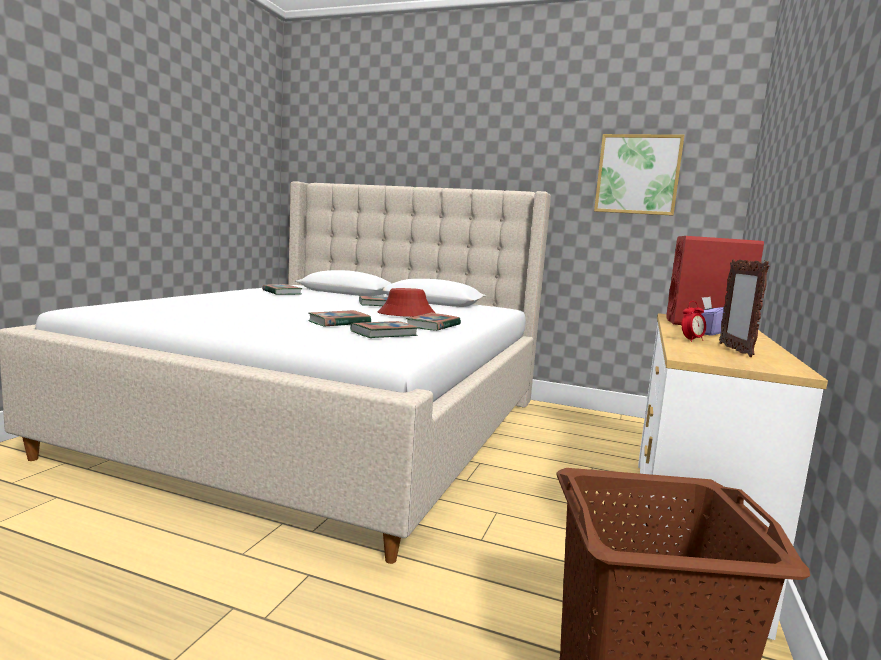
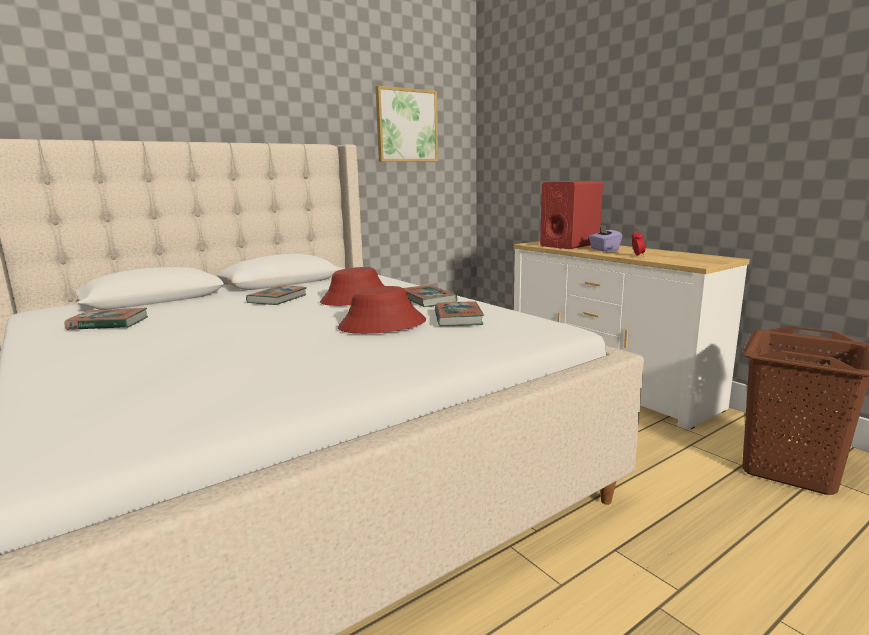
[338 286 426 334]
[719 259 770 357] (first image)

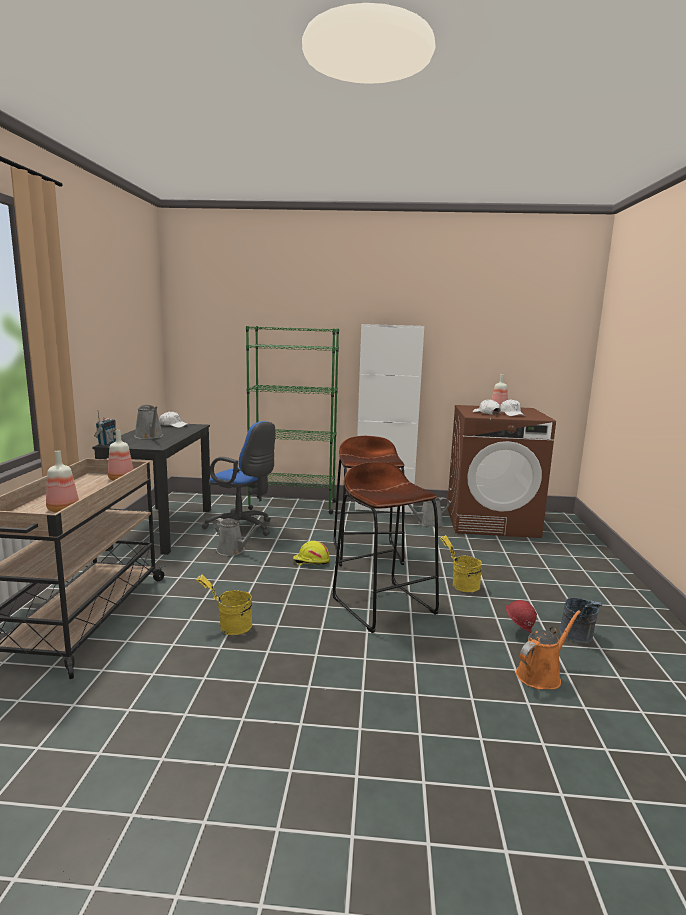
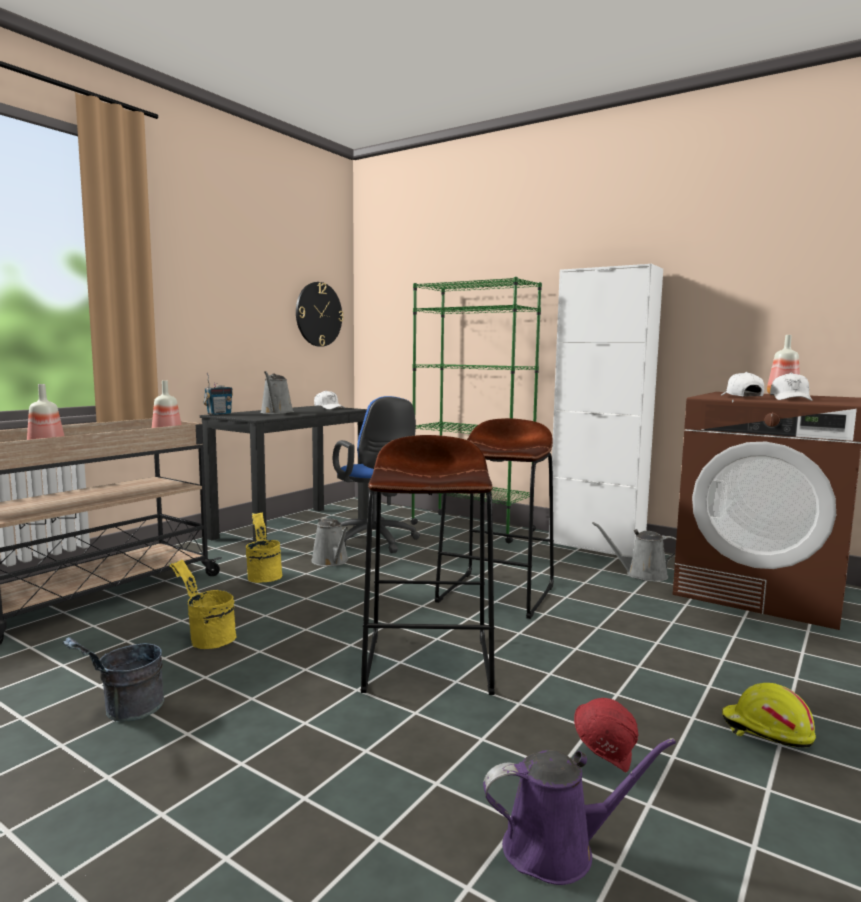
[63 637 164 722]
[245 513 283 583]
[296 282 344 347]
[483 738 676 885]
[722 683 816 748]

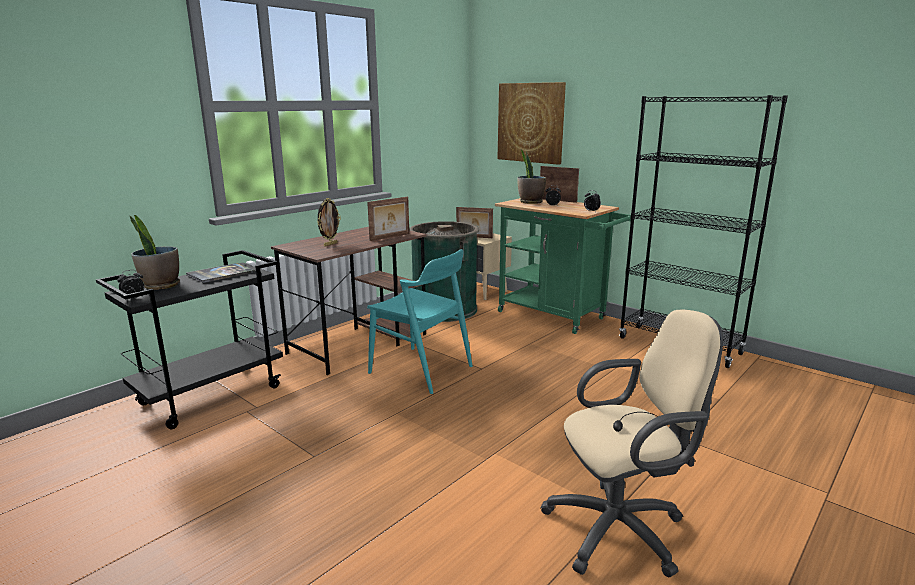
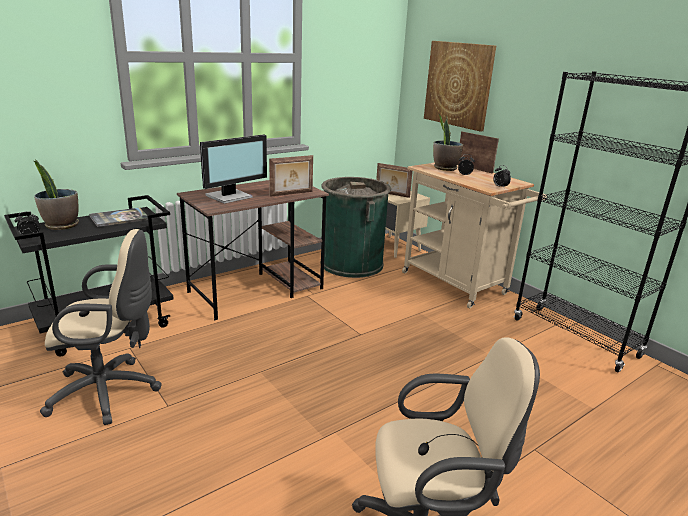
[40 229 162 425]
[200 134 267 204]
[402 163 547 308]
[367 249 473 394] (first image)

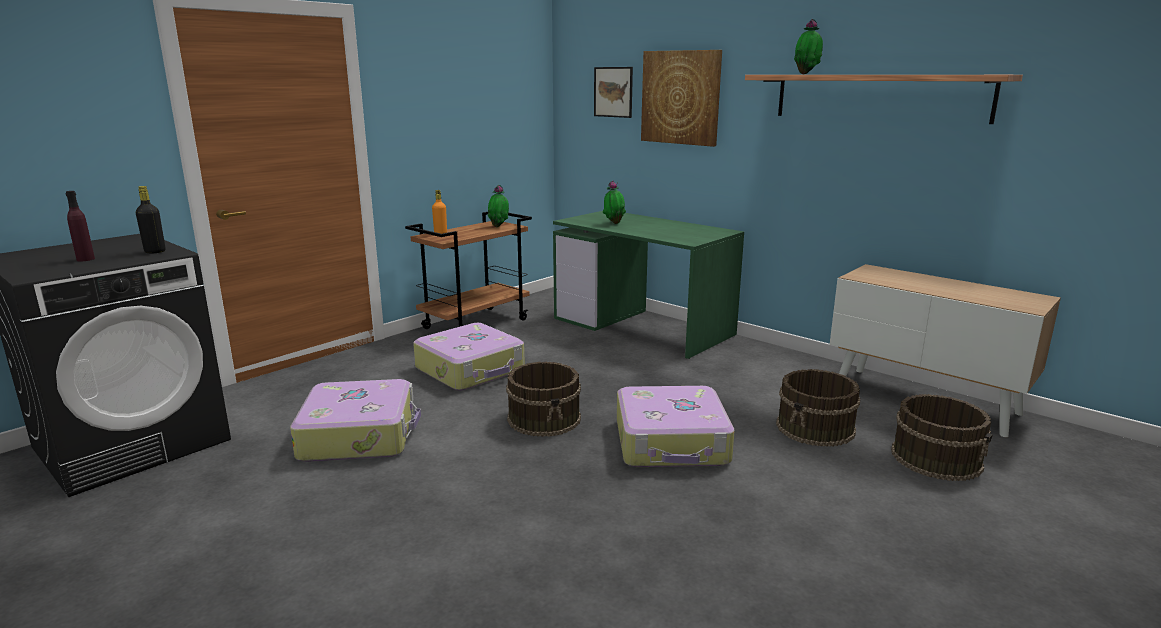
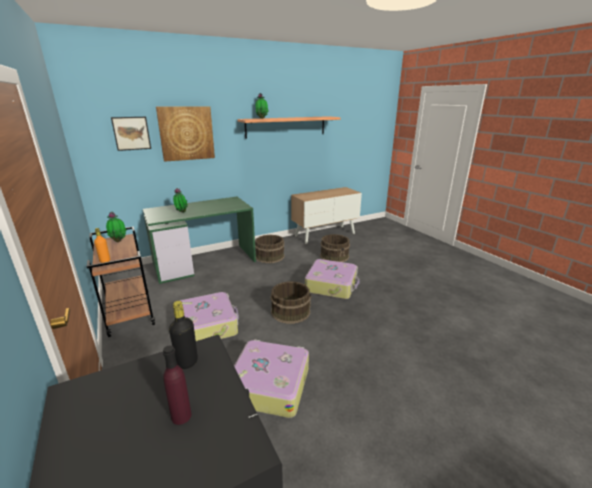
[255 235 285 263]

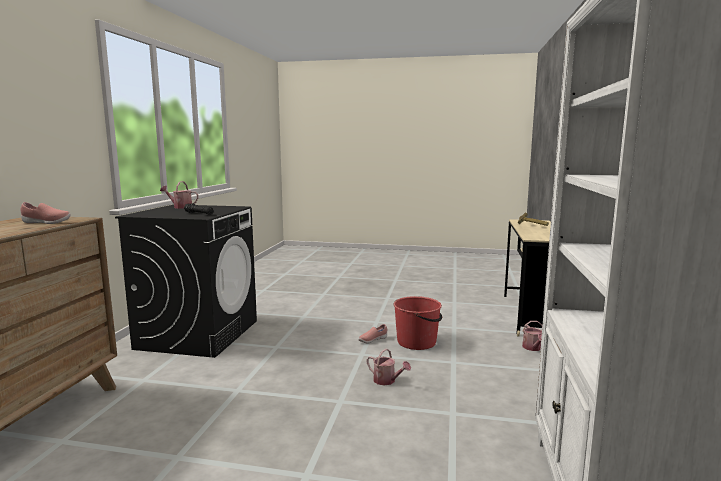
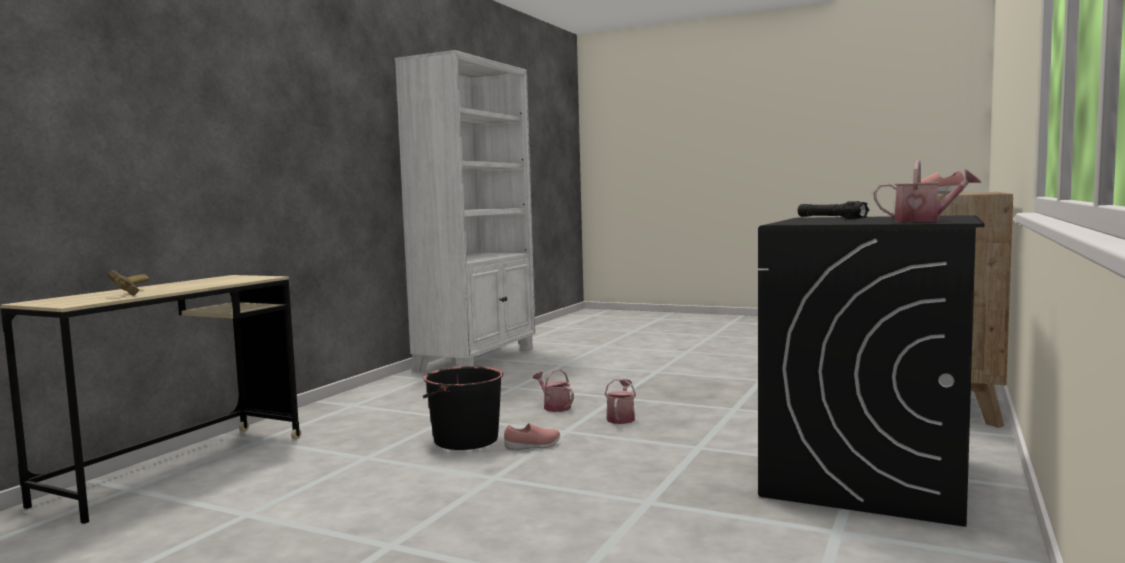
[423 366 503 450]
[604 379 636 424]

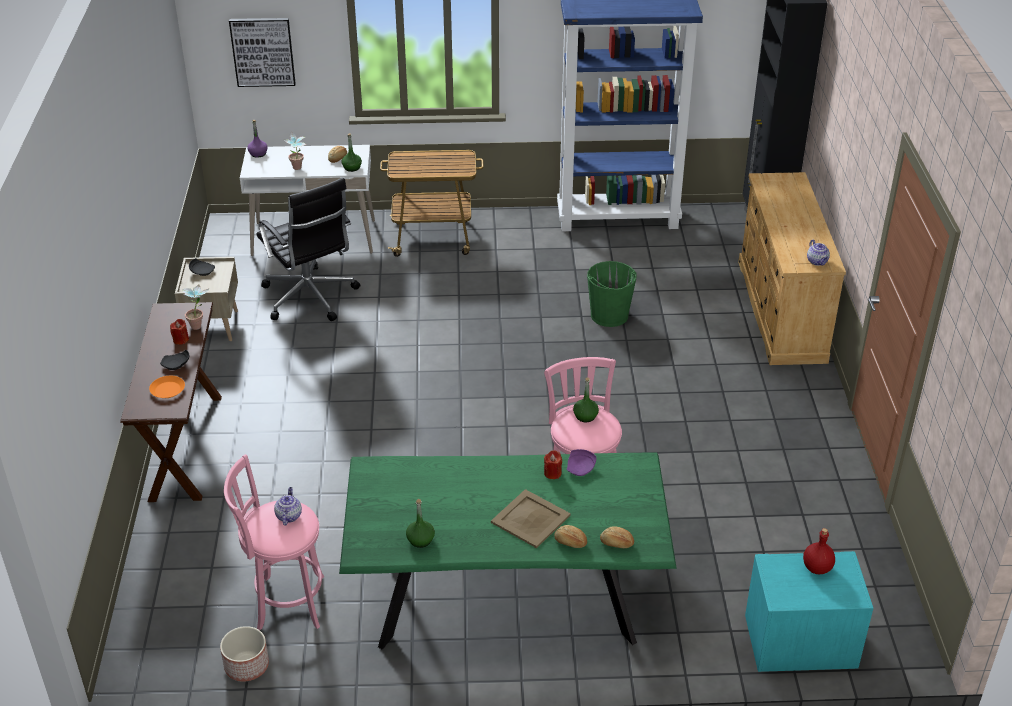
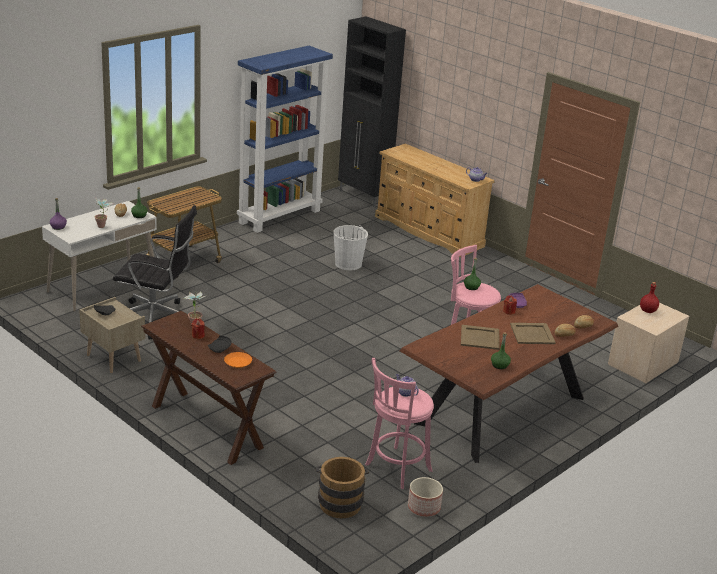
[315 457 369 518]
[334 225 368 271]
[399 284 618 463]
[461 325 500 350]
[608 303 689 383]
[229 18 296 87] (first image)

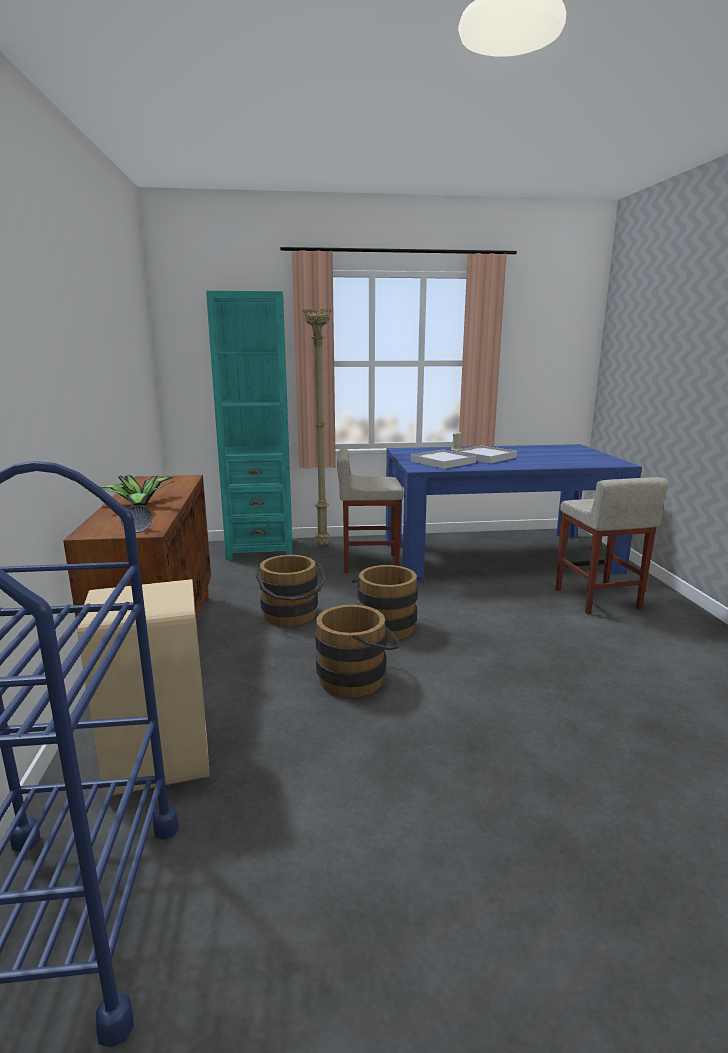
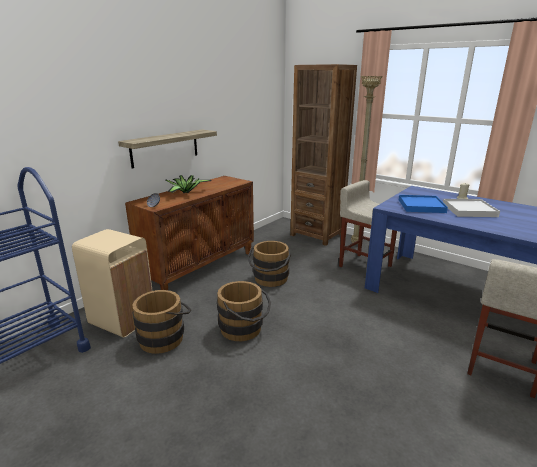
[118 130 217 169]
[132 290 192 354]
[290 64 357 246]
[399 195 448 213]

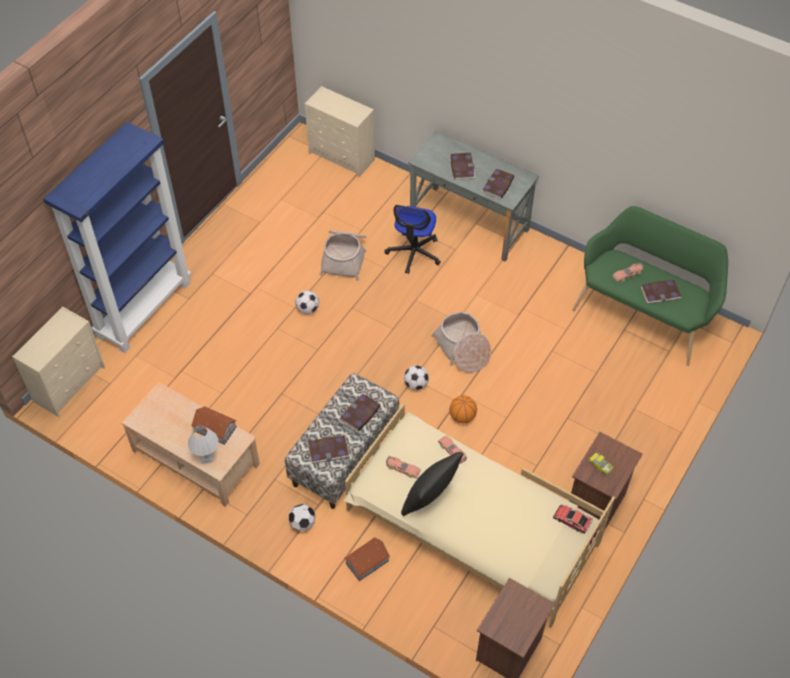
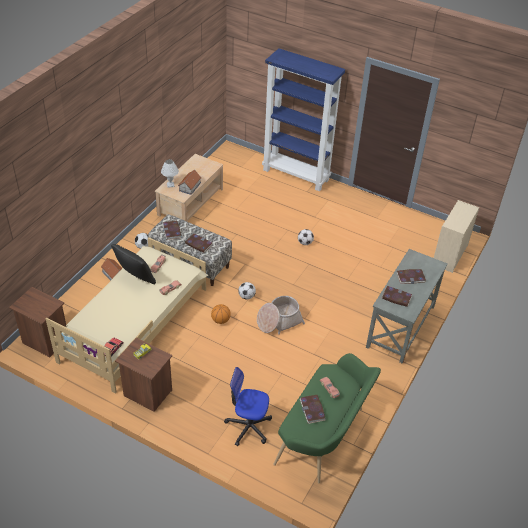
[224 367 272 446]
[12 306 105 417] (first image)
[319 231 366 281] (first image)

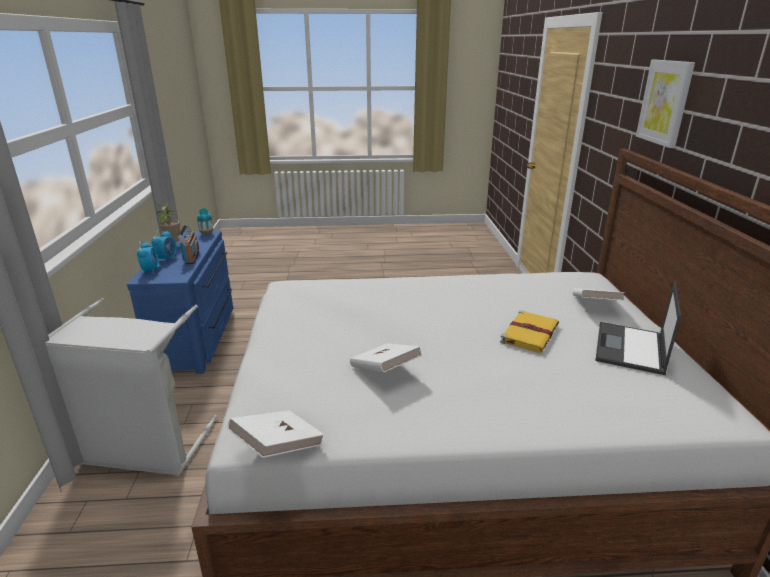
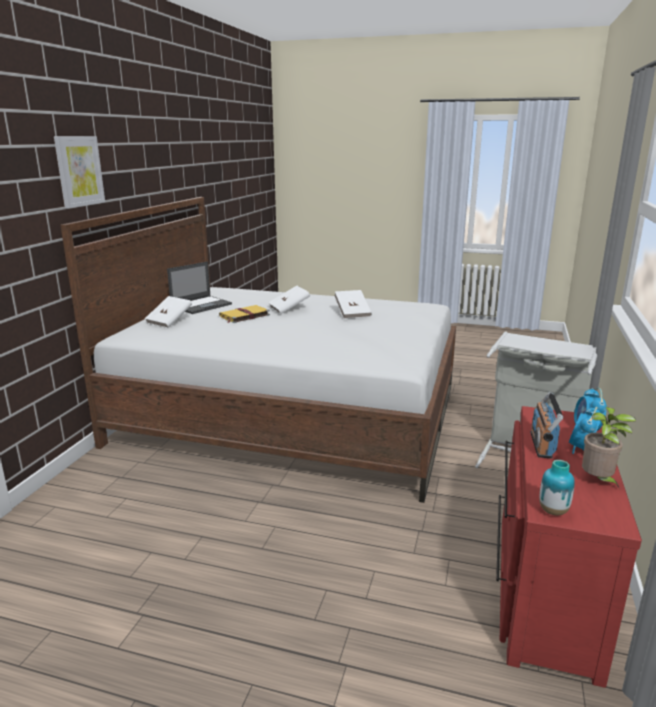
[268 286 310 314]
[496 406 642 688]

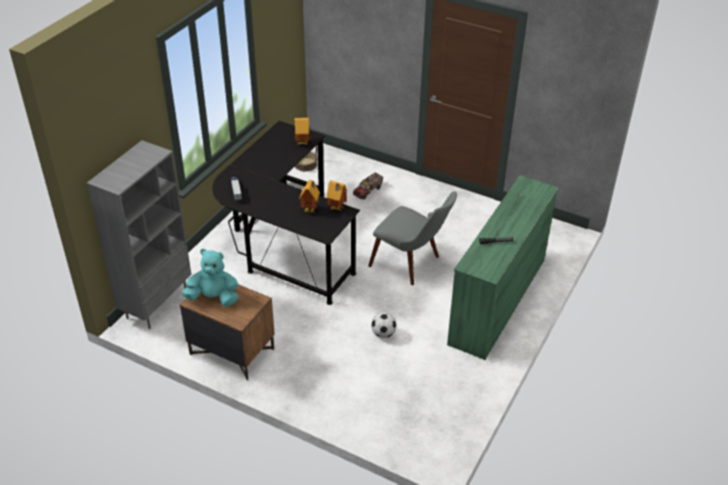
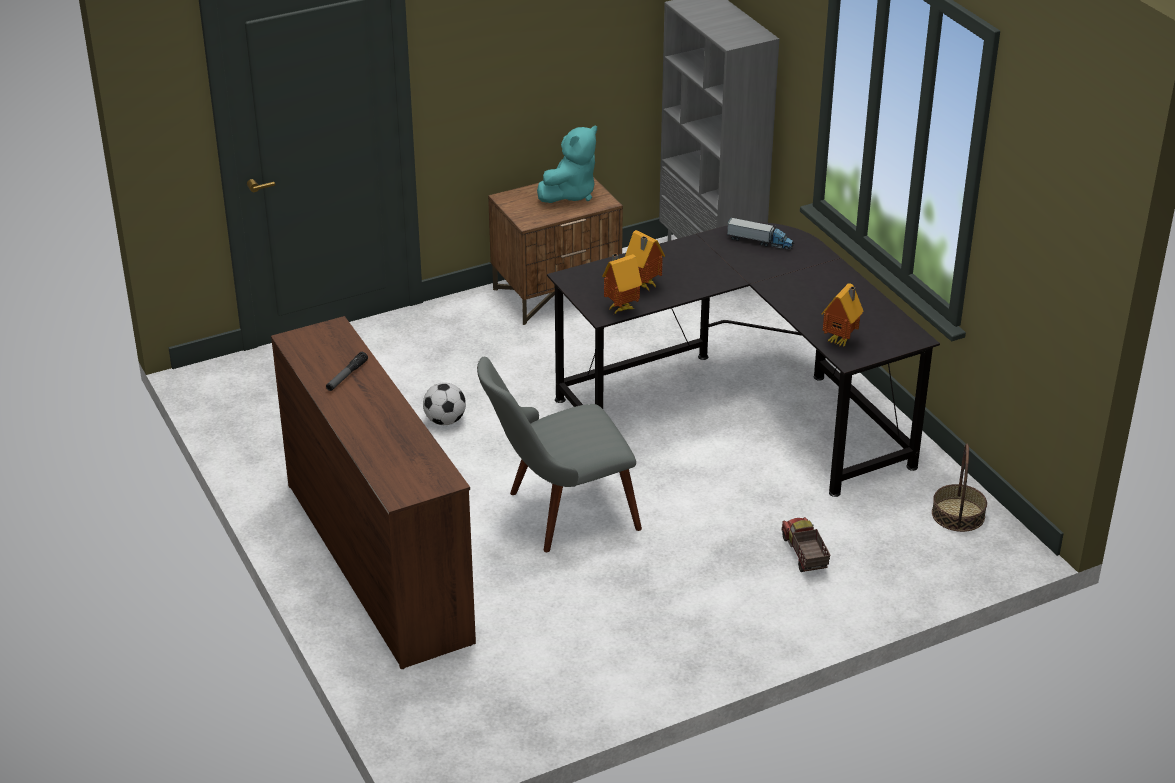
[271 316 476 669]

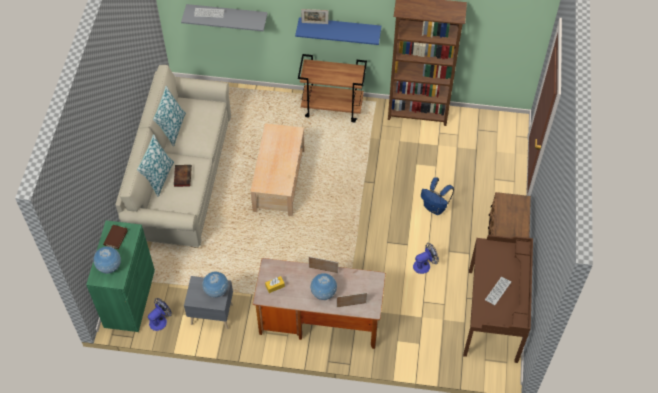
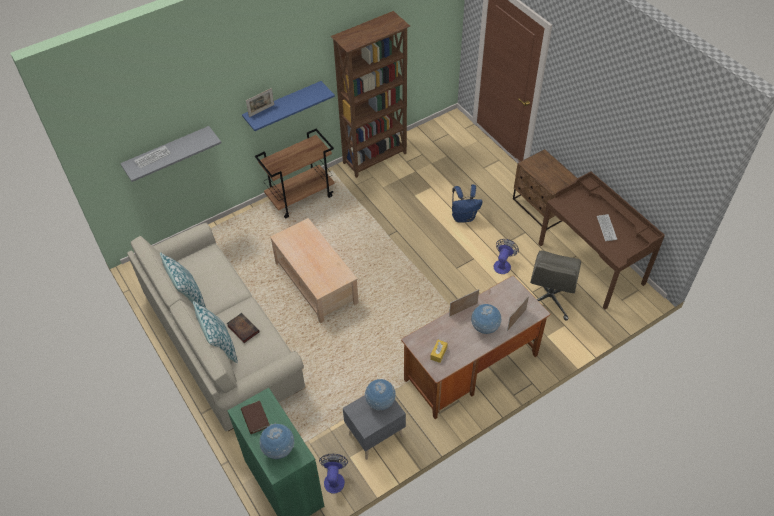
[530 251 581 320]

